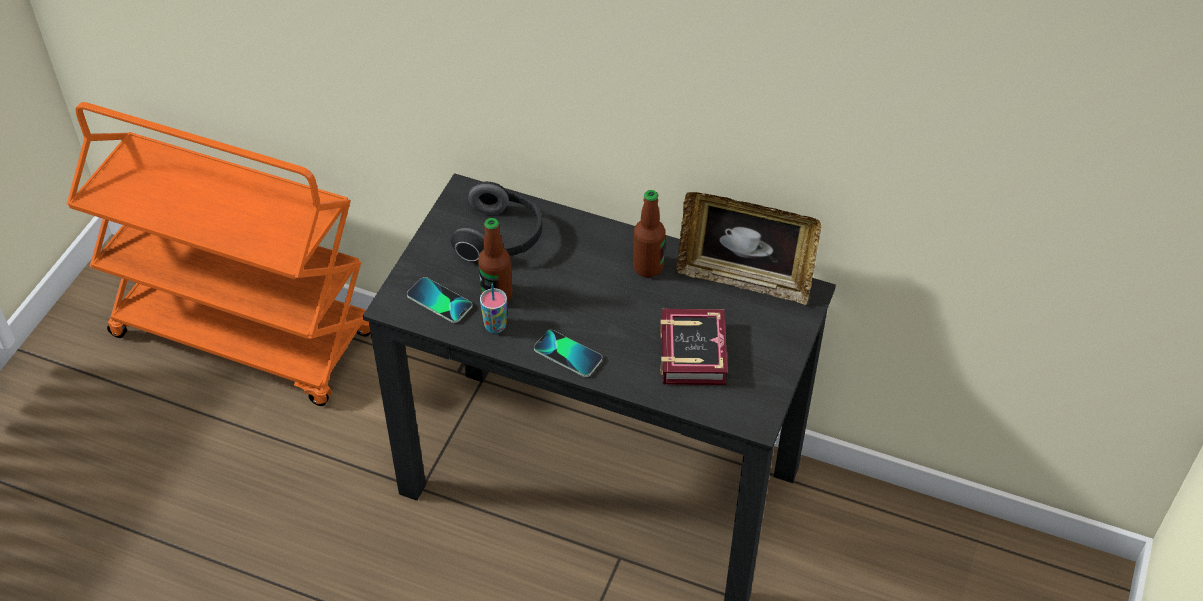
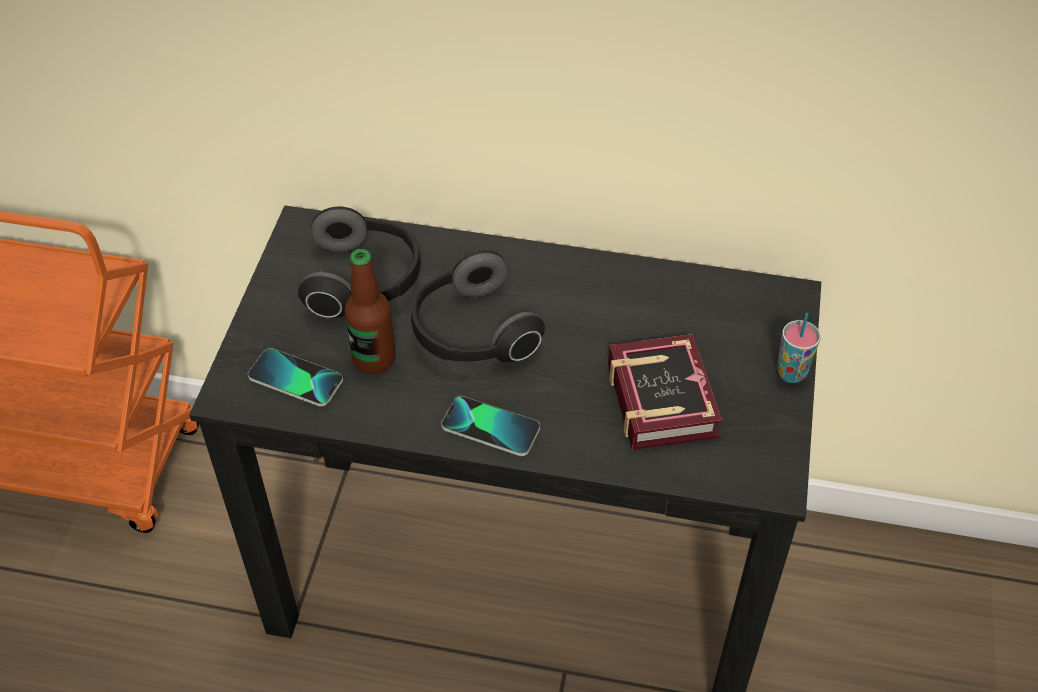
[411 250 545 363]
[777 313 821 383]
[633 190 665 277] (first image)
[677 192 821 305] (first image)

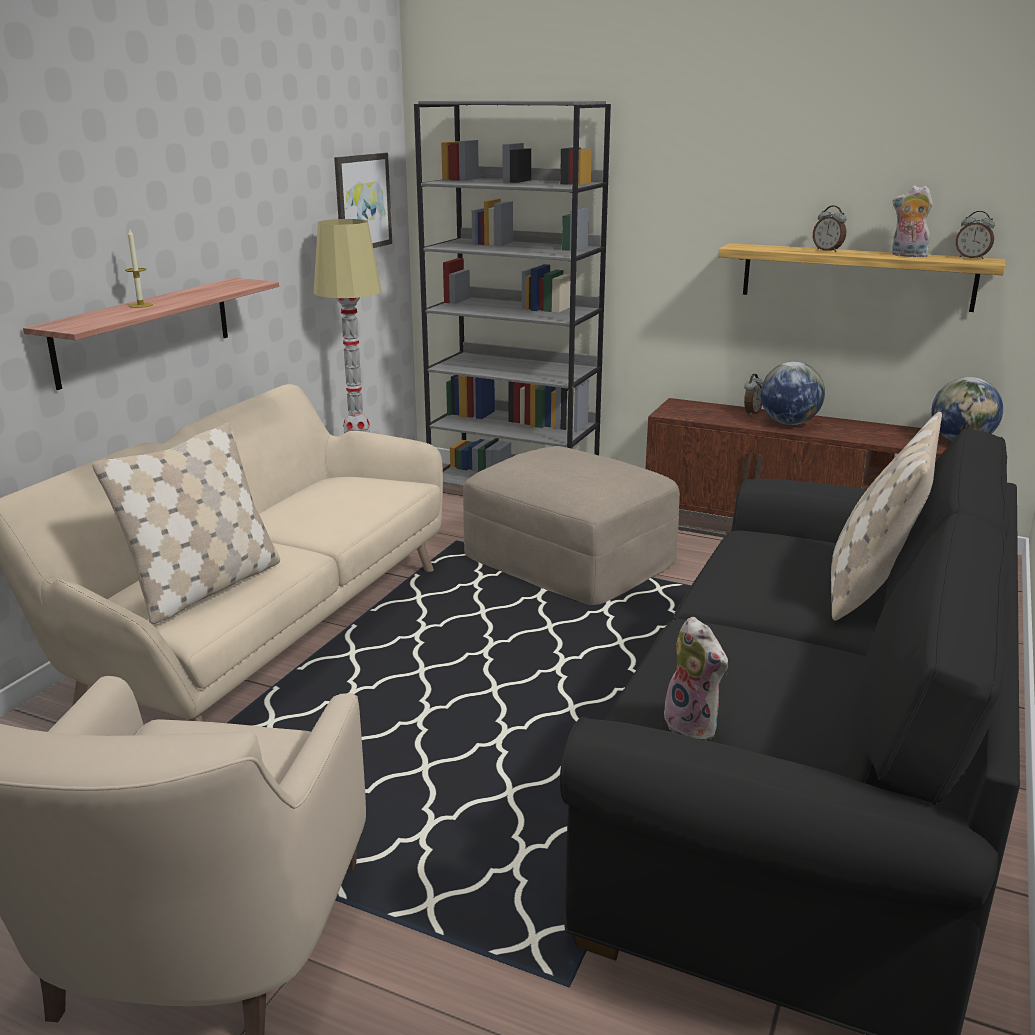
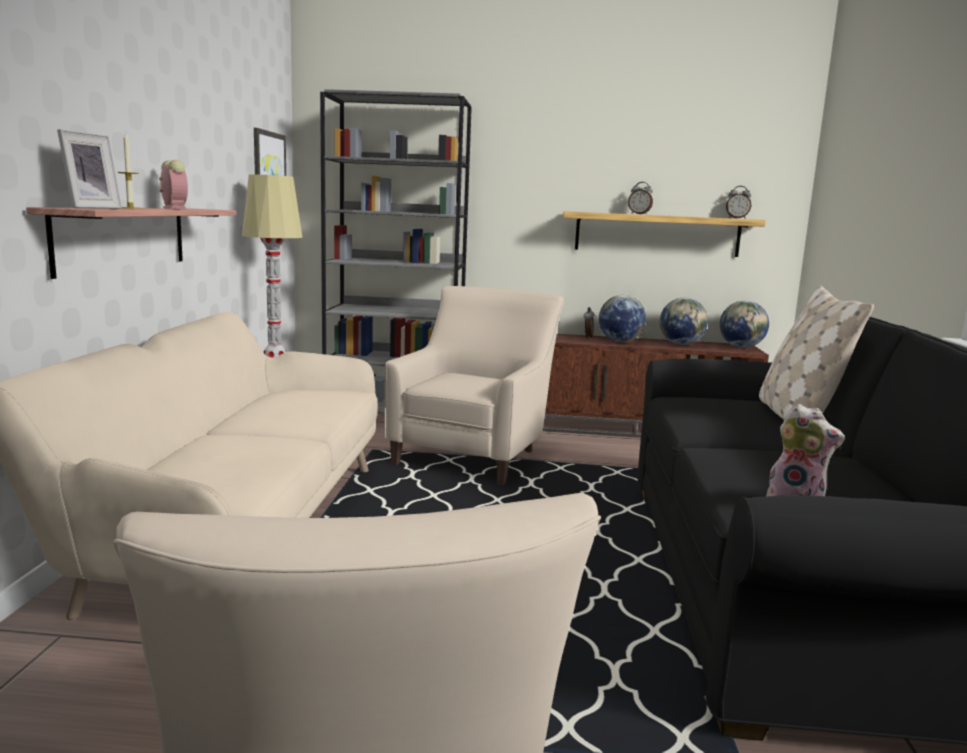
[57 129 122 209]
[159 160 188 209]
[385 286 564 486]
[660 297 708 345]
[92 422 280 624] (first image)
[892 185 933 257] (first image)

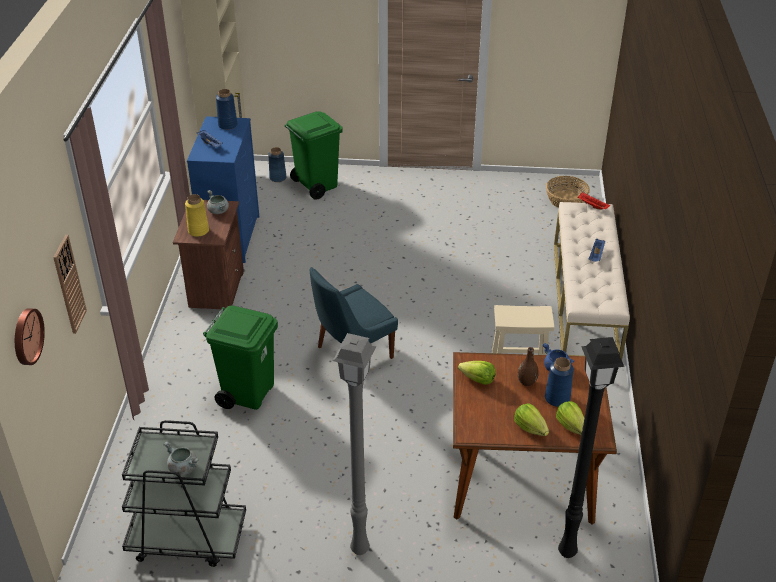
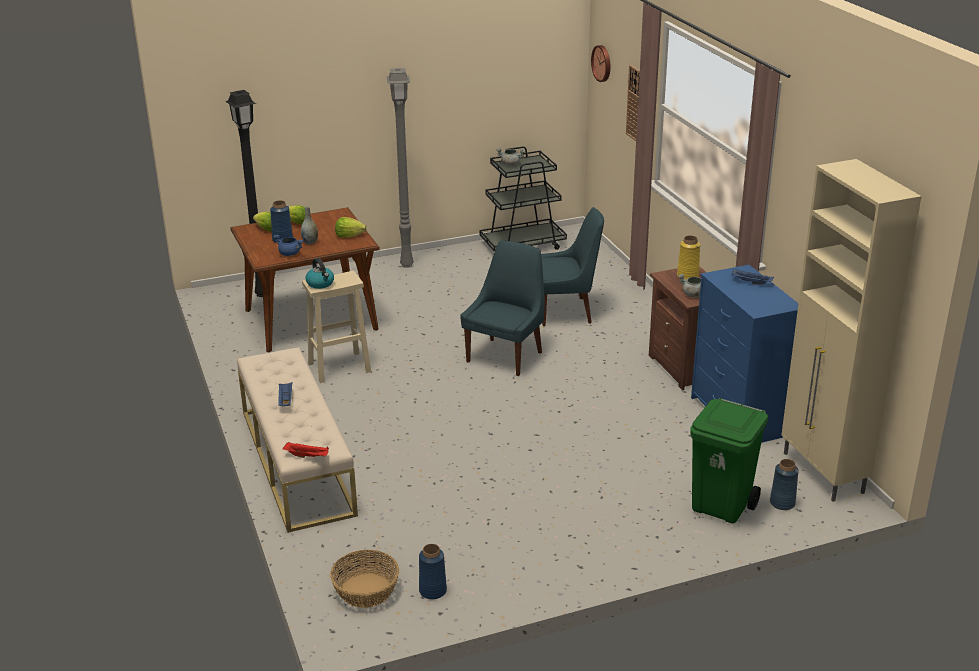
[301 206 318 244]
[306 258 334 289]
[419 544 447 599]
[541 207 604 326]

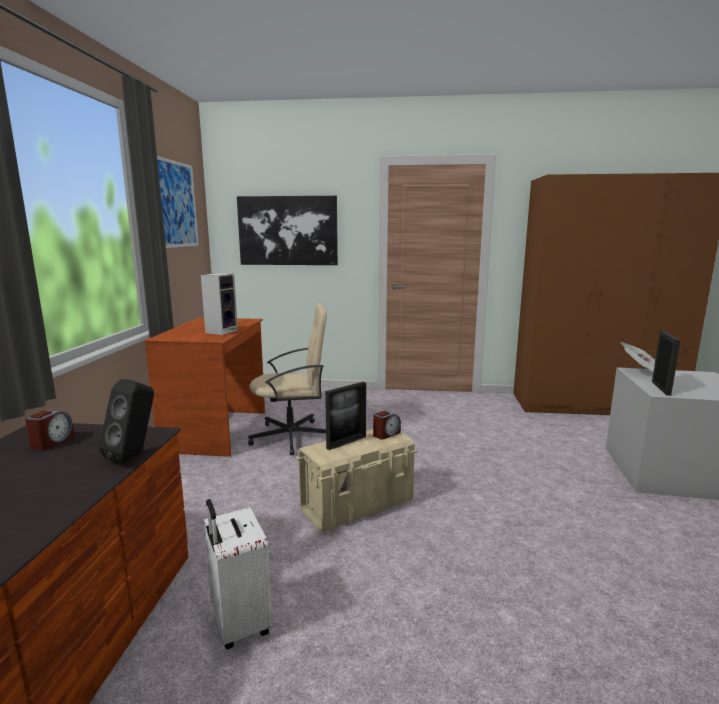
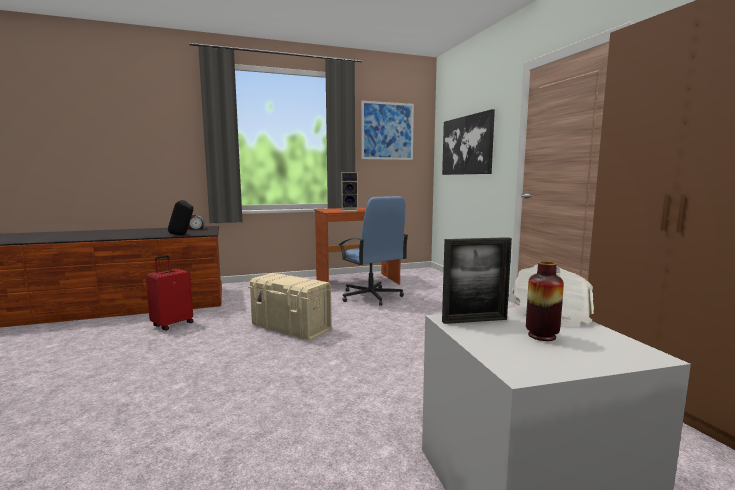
[146 255 193 331]
[339 196 408 306]
[526 261 564 341]
[325 382 366 450] (first image)
[373 411 401 440] (first image)

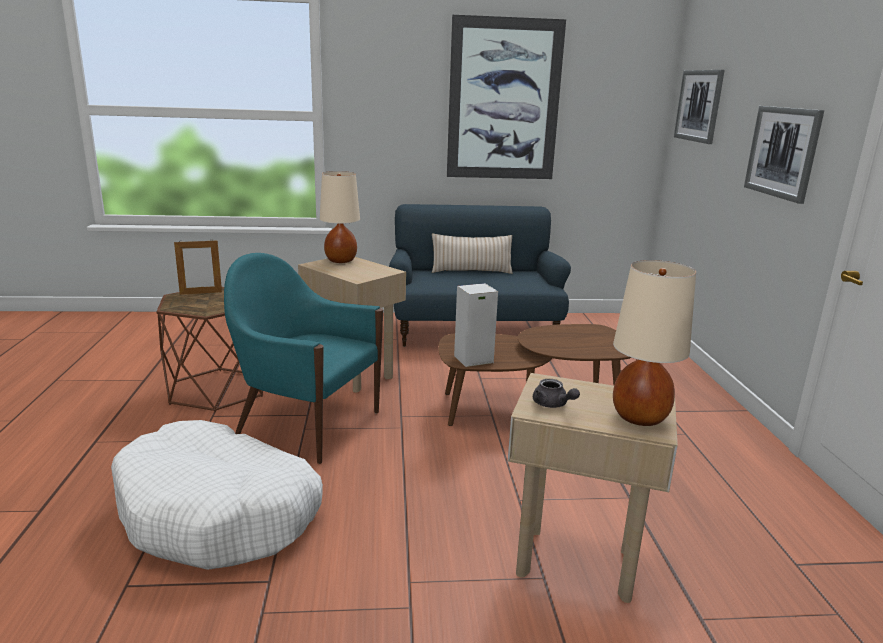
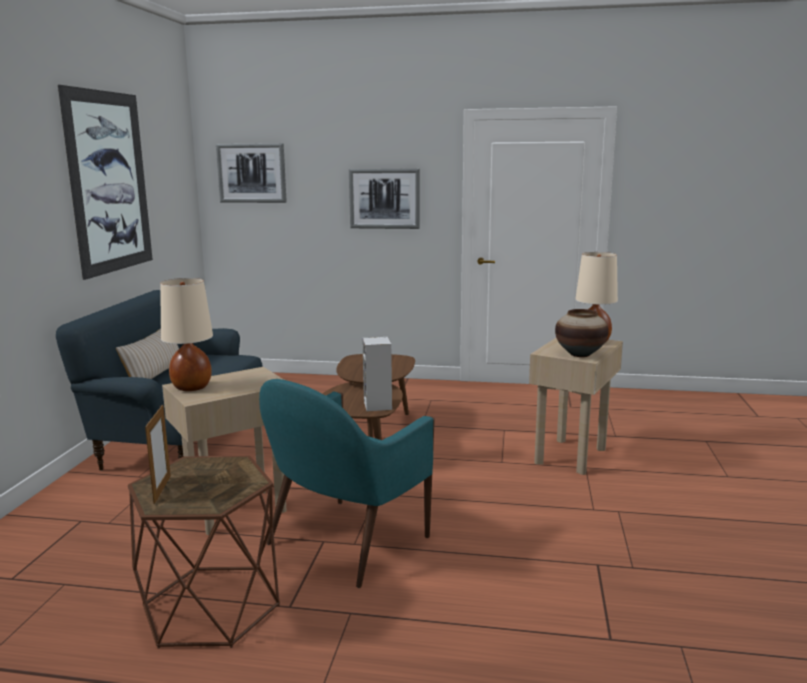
[555 309 609 357]
[111 420 323 570] (first image)

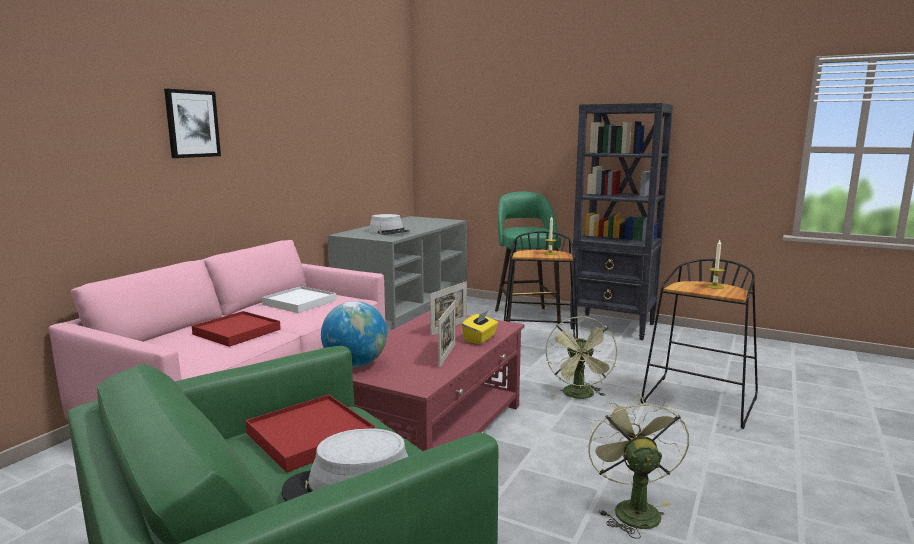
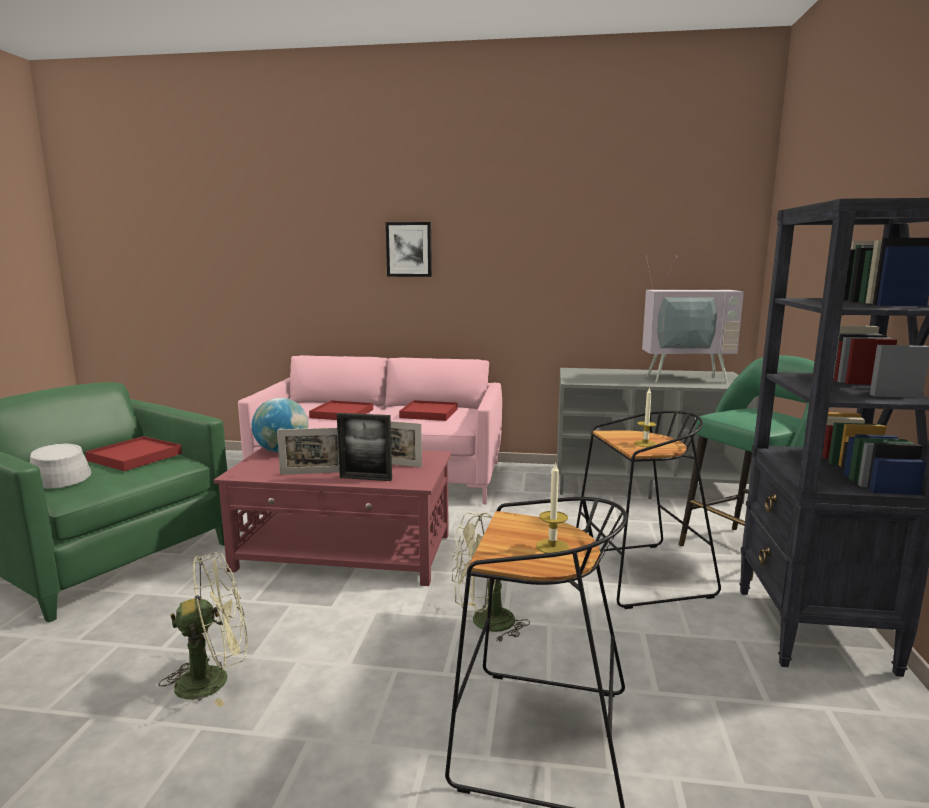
[337 413 392 481]
[399 400 457 421]
[642 254 744 383]
[369 214 410 235] (first image)

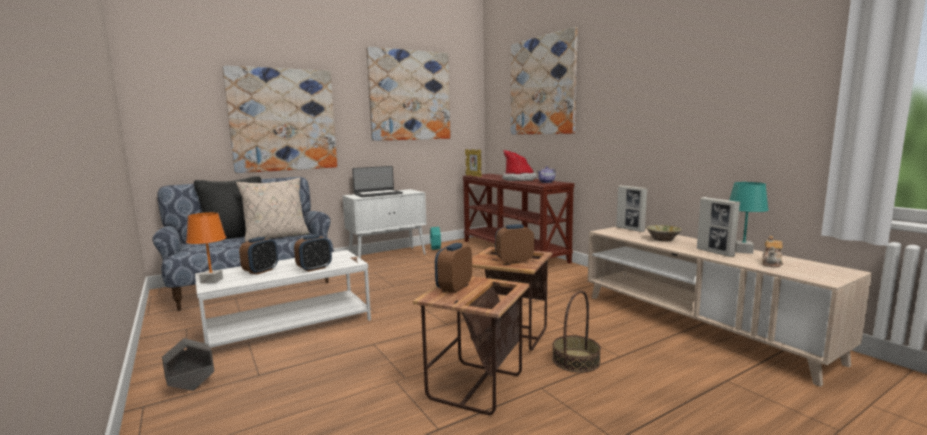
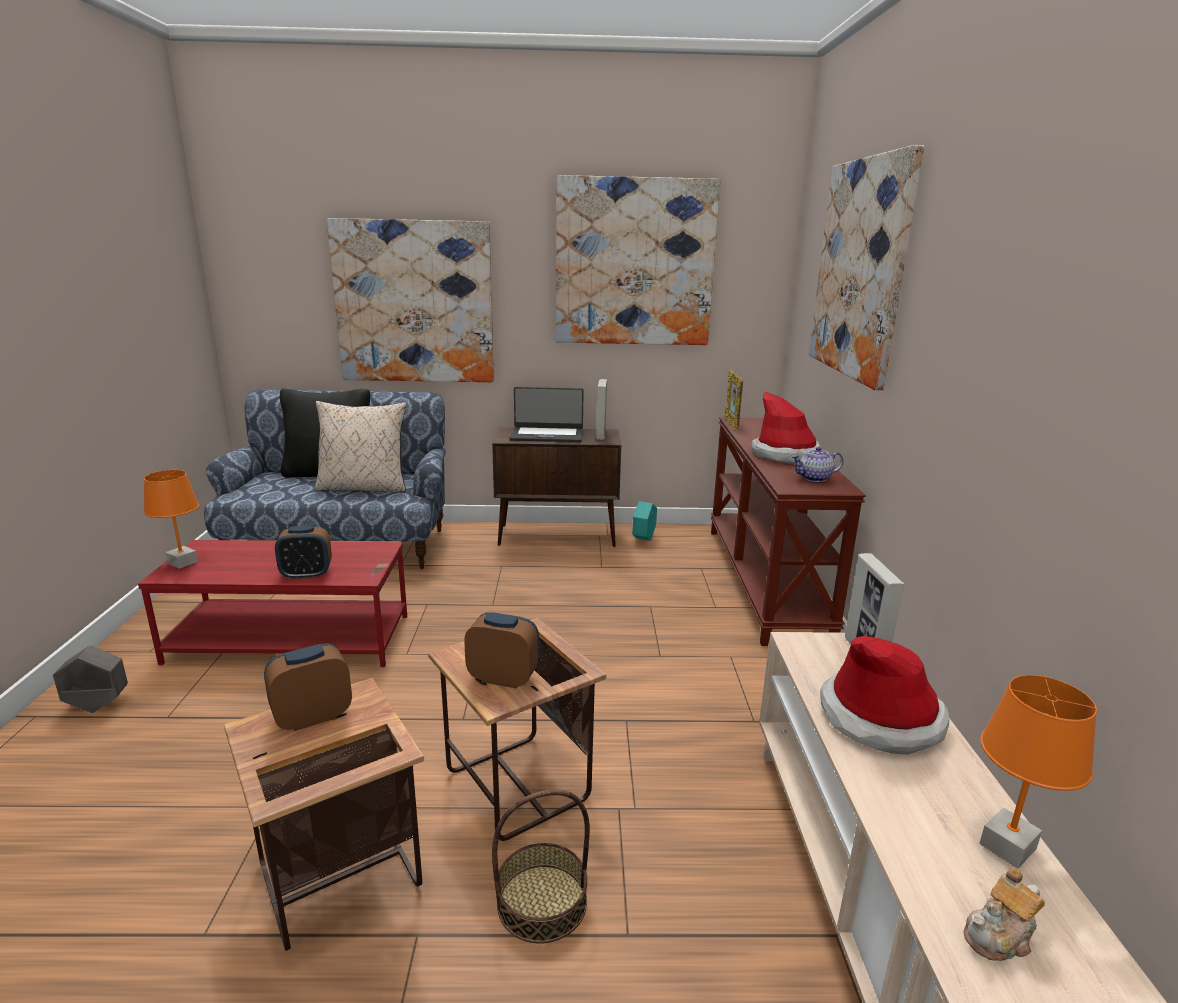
[138 540 407 667]
[492 428 621 547]
[596 379 607 440]
[820 636 949 755]
[980 675 1097 868]
[239 237 278 275] (first image)

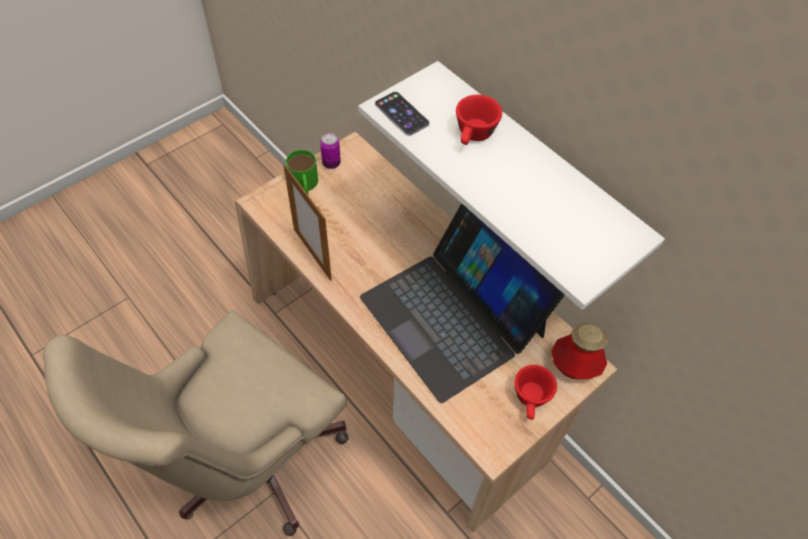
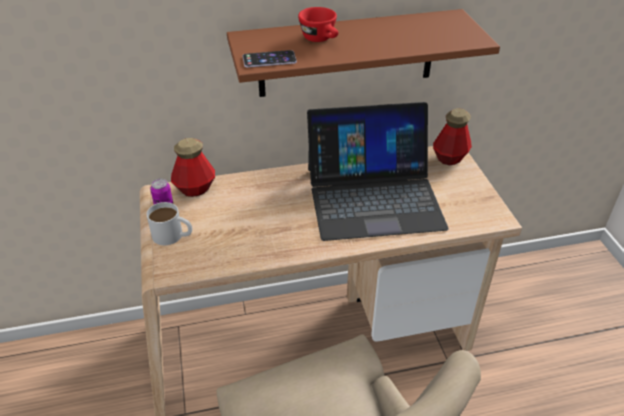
[146 202 192 245]
[171 138 215 197]
[227 9 500 97]
[283 164 332 281] (first image)
[514 365 557 420] (first image)

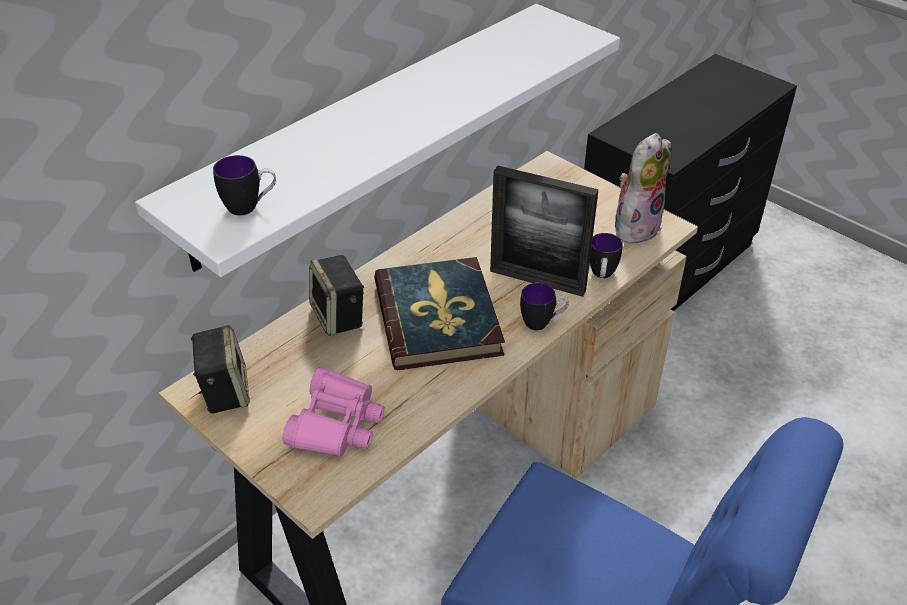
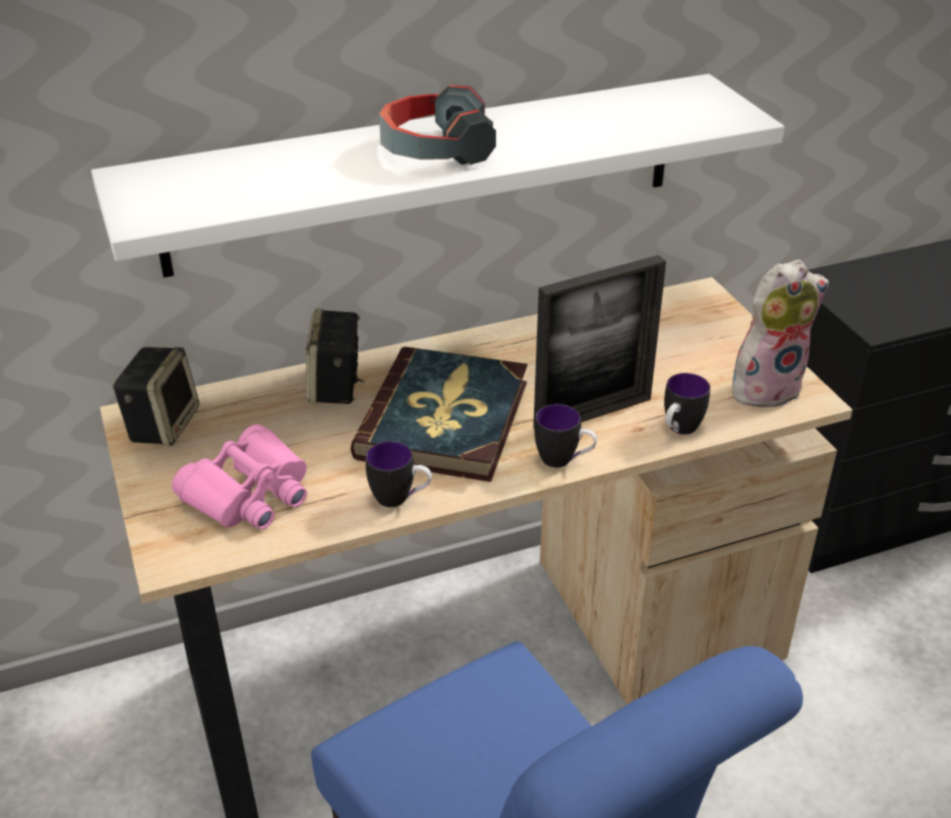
[366 441 432 507]
[379 85 496 165]
[533 255 666 429]

